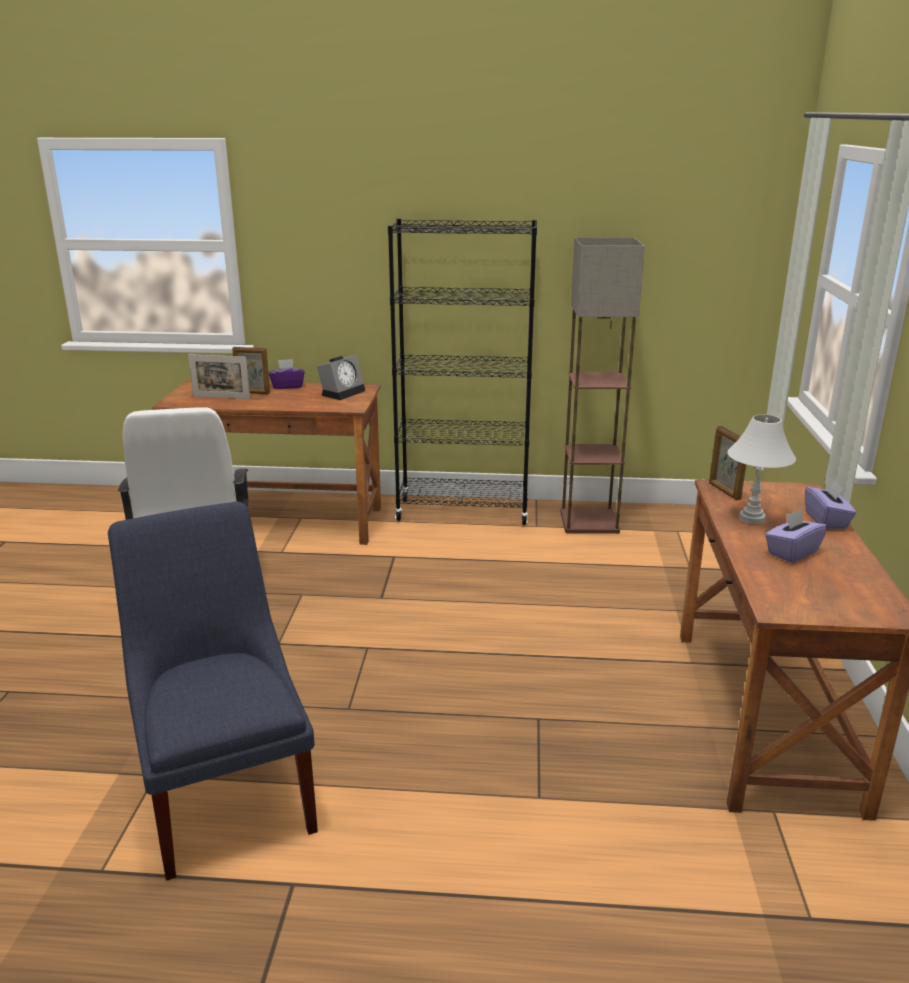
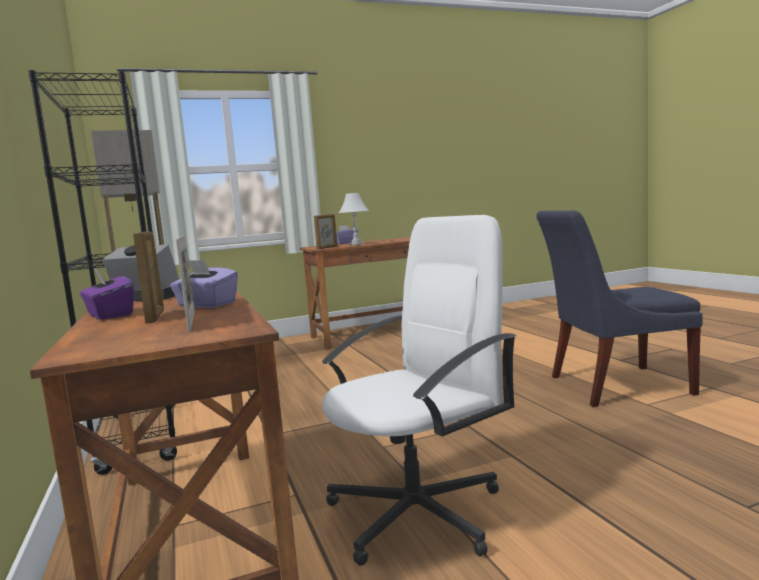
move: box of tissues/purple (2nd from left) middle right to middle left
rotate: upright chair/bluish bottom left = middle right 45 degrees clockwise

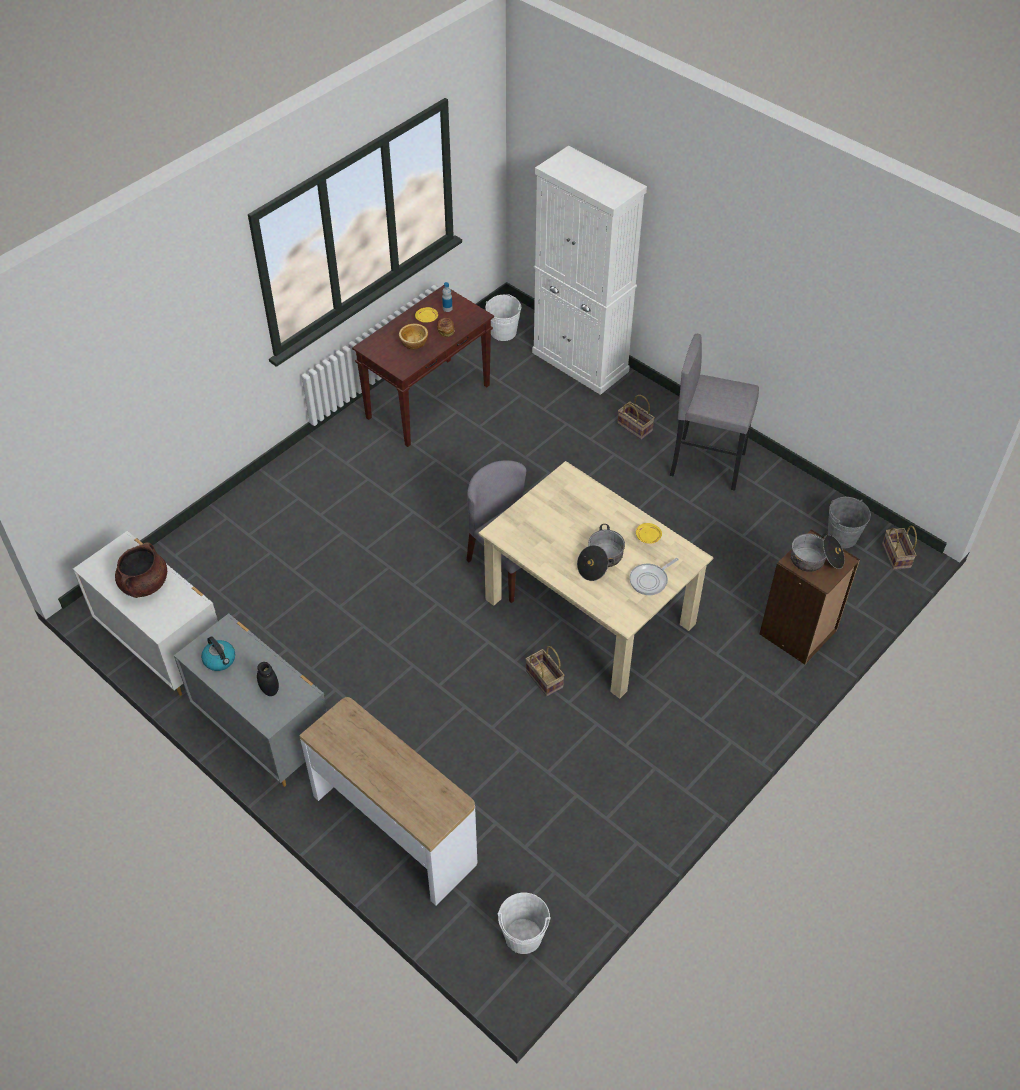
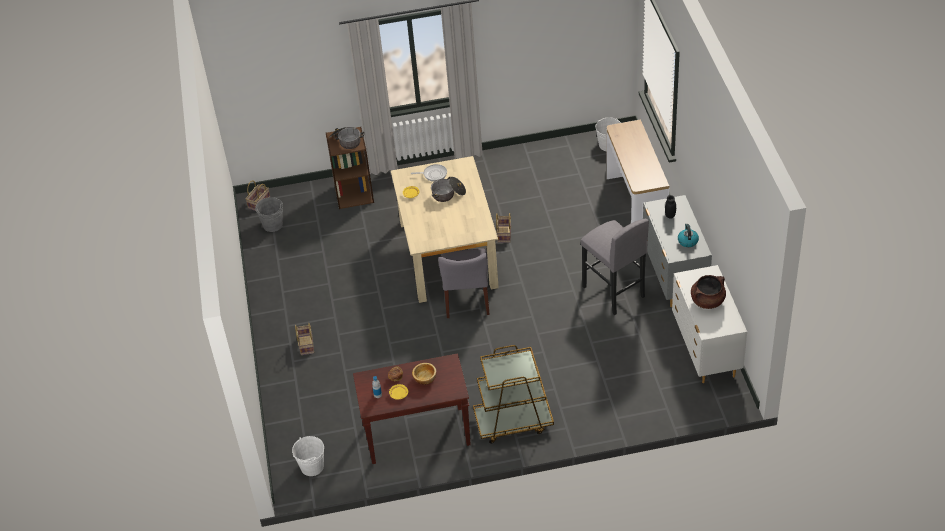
delete: cupboard/white top centre
insert: trolley/brownish bottom centre
move: sitting stool/greyish middle right to centre

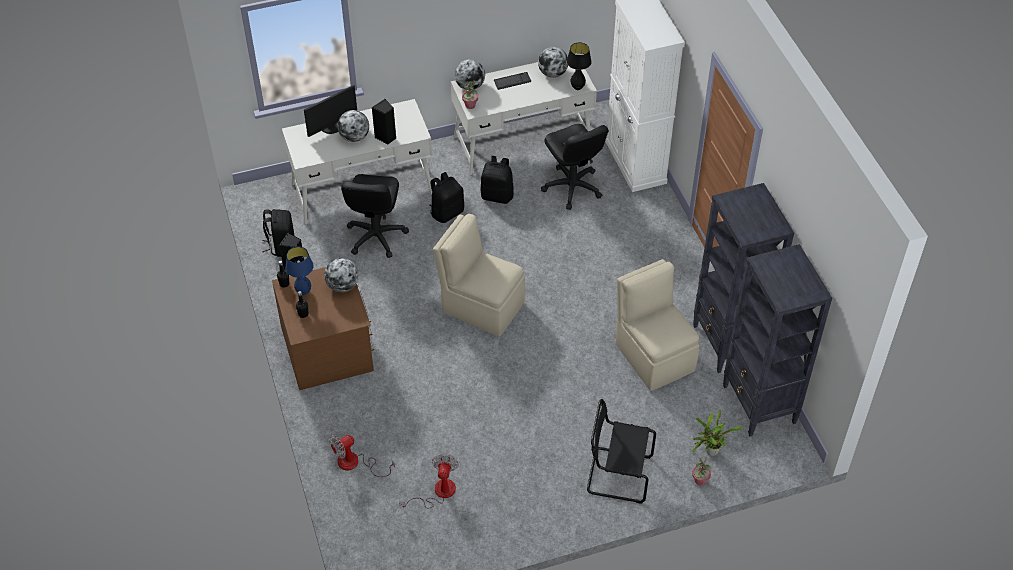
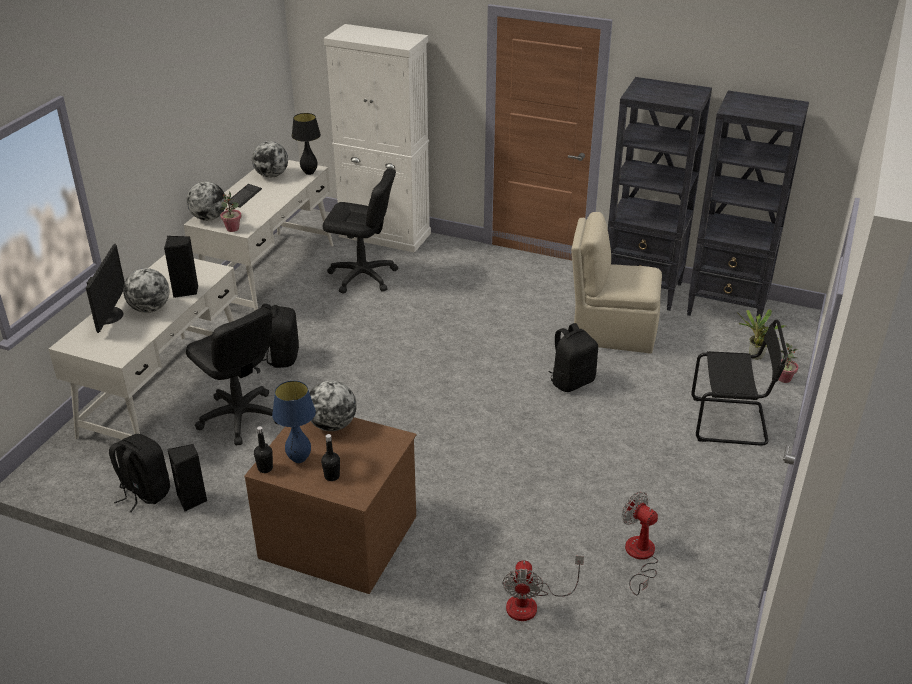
delete: upright chair/beige (1st from left) centre
move: backpack/black-coloured (3rd from left) top centre to centre
rotate: upright chair/black-coloured bottom centre = middle right 135 degrees counterclockwise

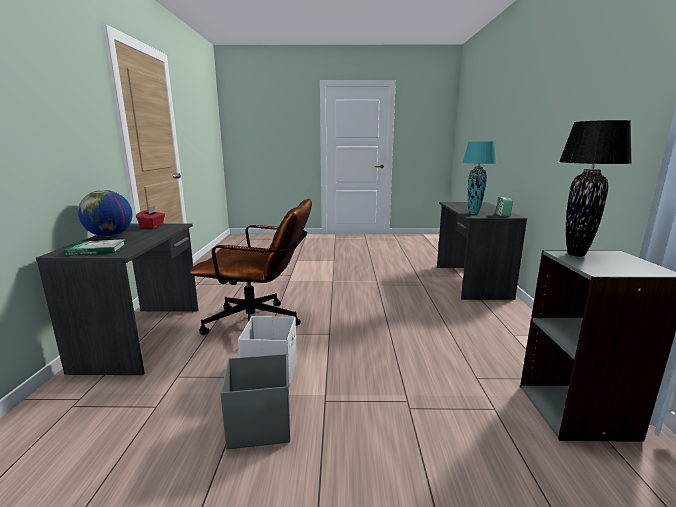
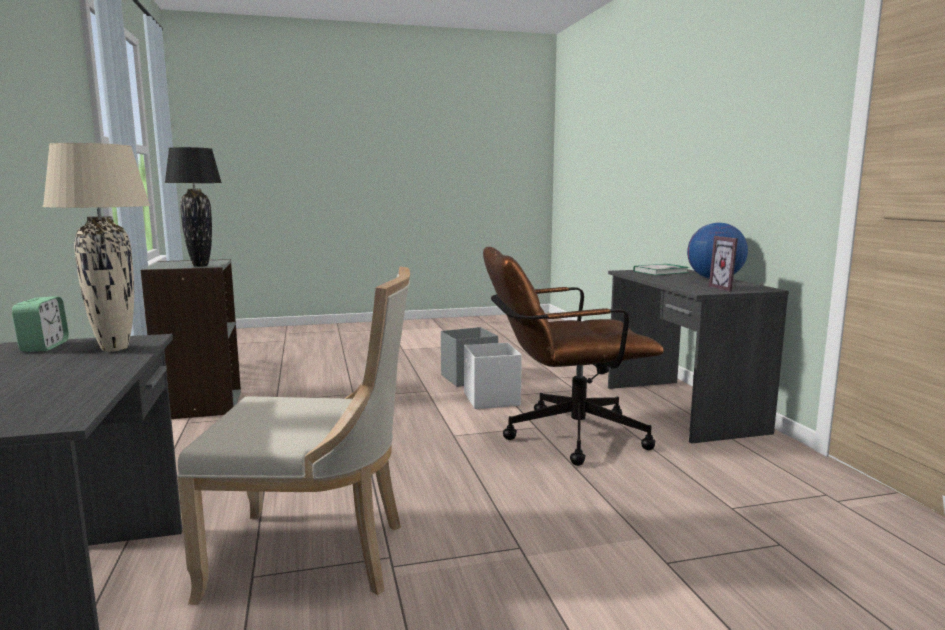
insert: upright chair/beige bottom left
replace: box of tissues/red middle left to picture frame middle right
recolor: tabletop lamp/turquoise middle right to tabletop lamp/beige middle left

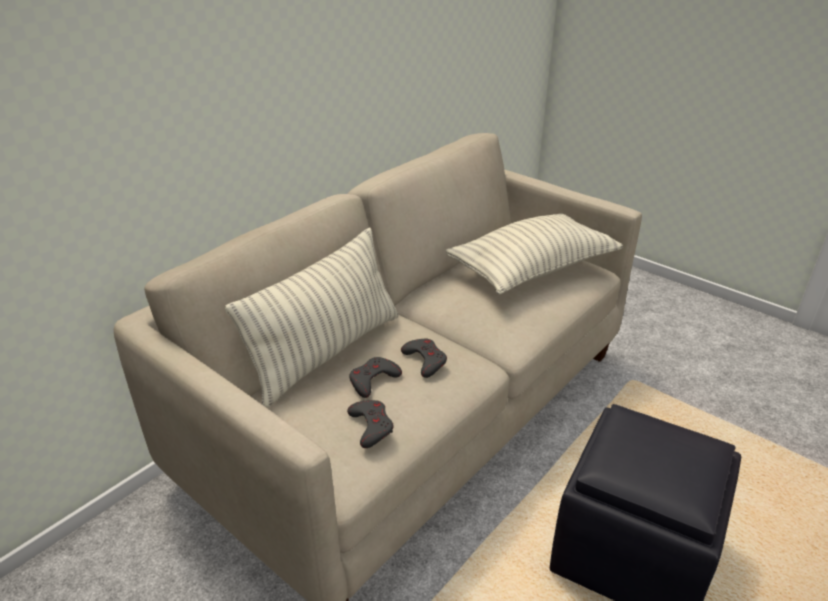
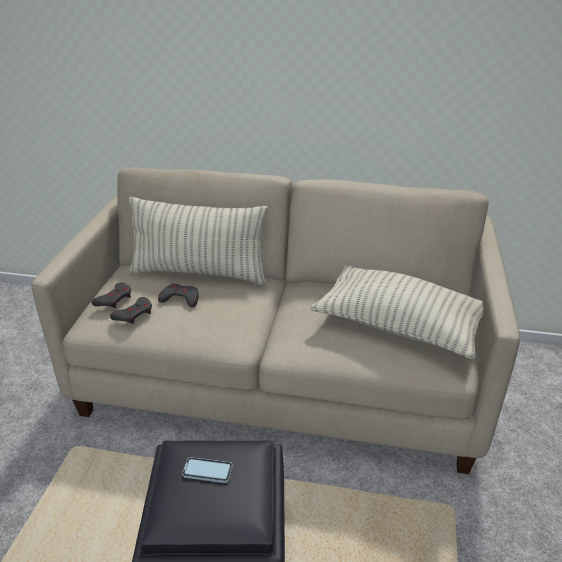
insert: handset bottom centre
move: gamepad/greyish (3rd from left in the first image) centre to gamepad/greyish (1st from left) middle left

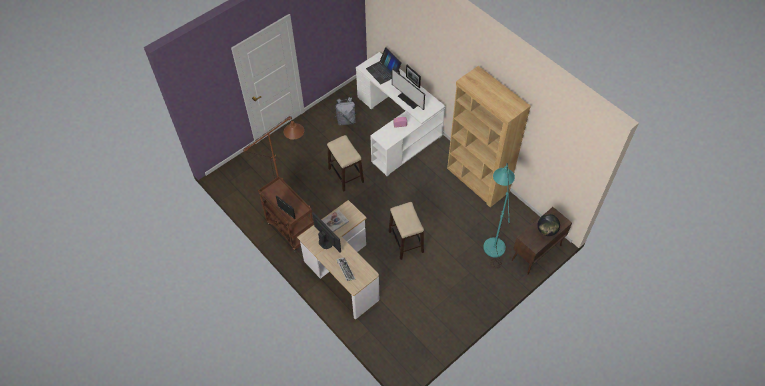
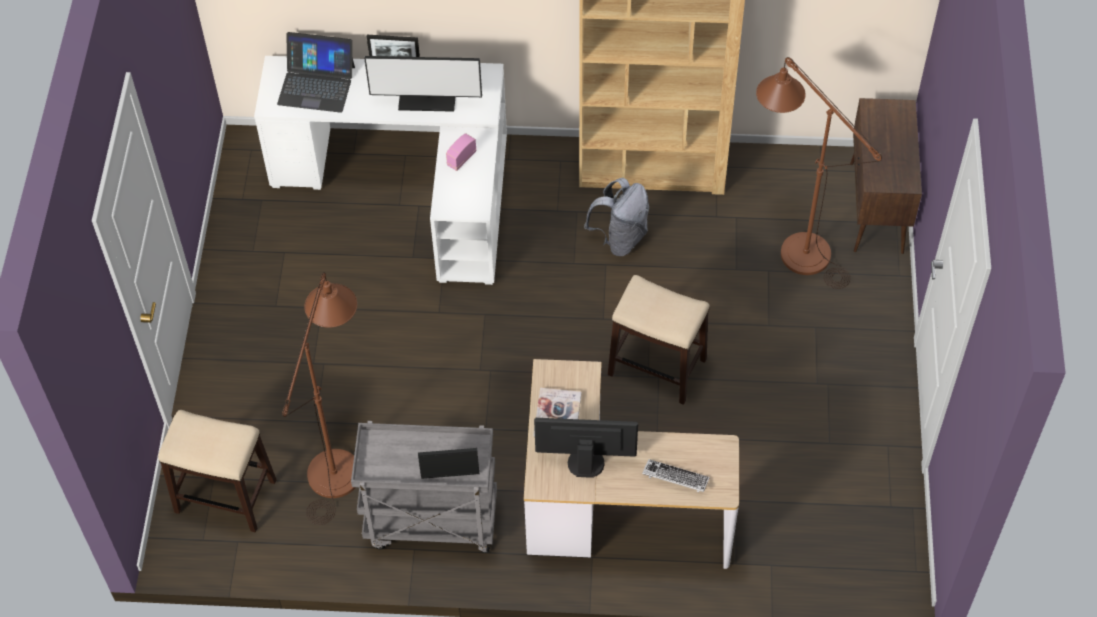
delete: desk globe middle right
move: sitting stool (1st from left) centre to bottom left; backpack/greyish top centre to centre
recolor: trolley/brownish centre to trolley/greyish bottom centre; floor lamp/turquoise centre to floor lamp/brownish (2nd from left) top right

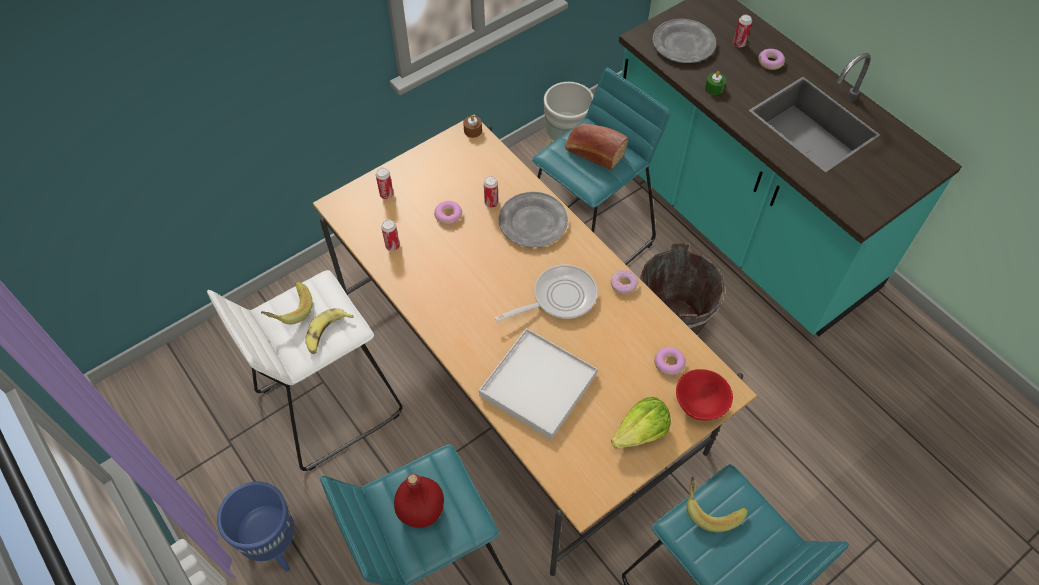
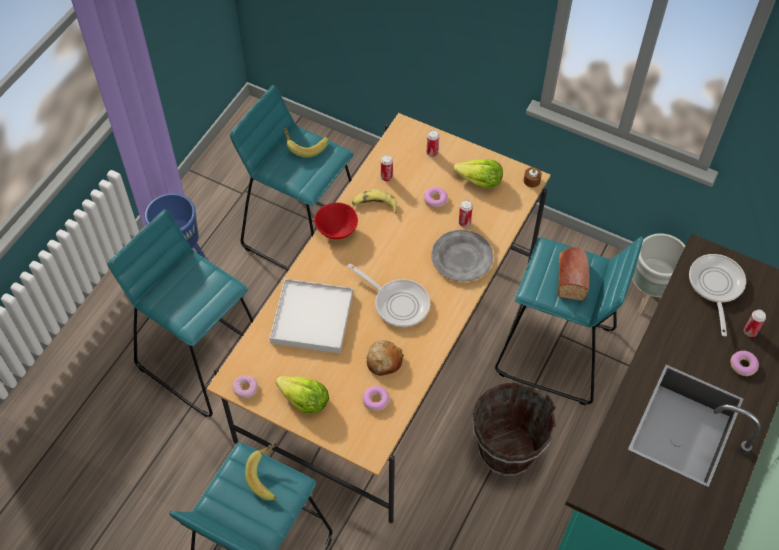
delete: bottle/red bottom centre; wax light/green-coloured top right
insert: bakery bread (1st from left) centre; lettuce head (2nd from left) top centre
move: banana fruit (2nd from left in the first image) middle left to banana fruit (3rd from left) centre; doughnut (2nd from left in the first image) centre to doughnut (1st from left) bottom left; deep dish/red bottom right to centre
replace: flat dish/greyish (2nd from left) top centre to pan (2nd from left) middle right
recolor: sitting stool/white middle left to sitting stool/turquoise (3rd from left) top centre

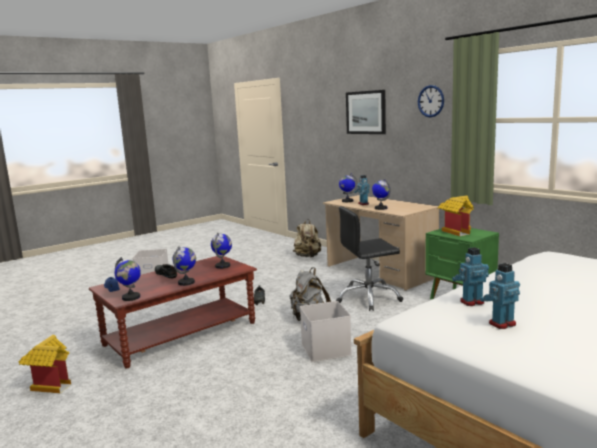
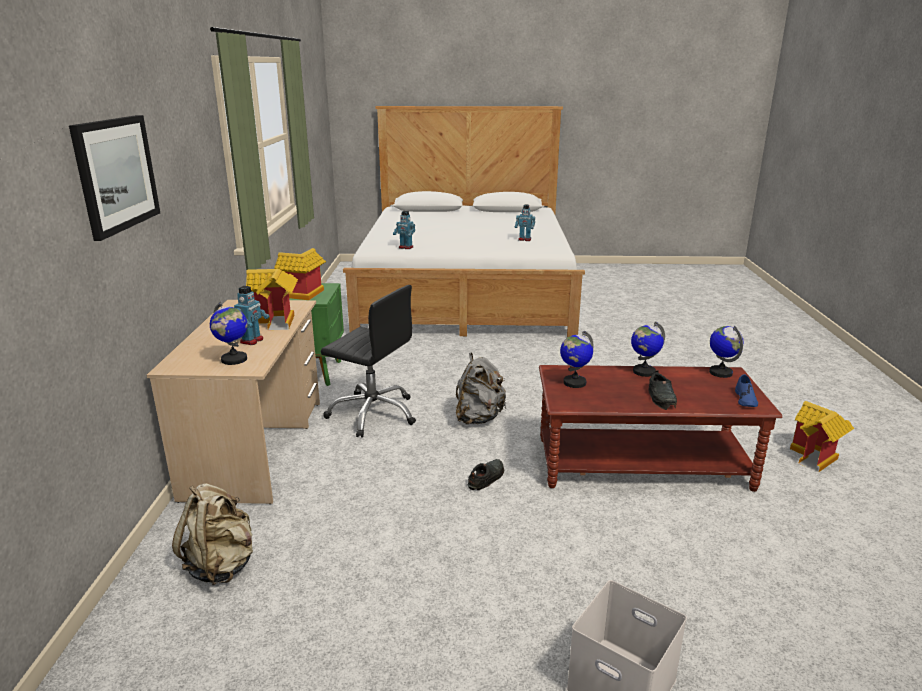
delete: storage box/white (2nd from left) bottom centre; wall clock top right
move: toy robot (2nd from left) middle right to top centre
replace: desk globe (5th from left) centre to model house (1st from left) middle left

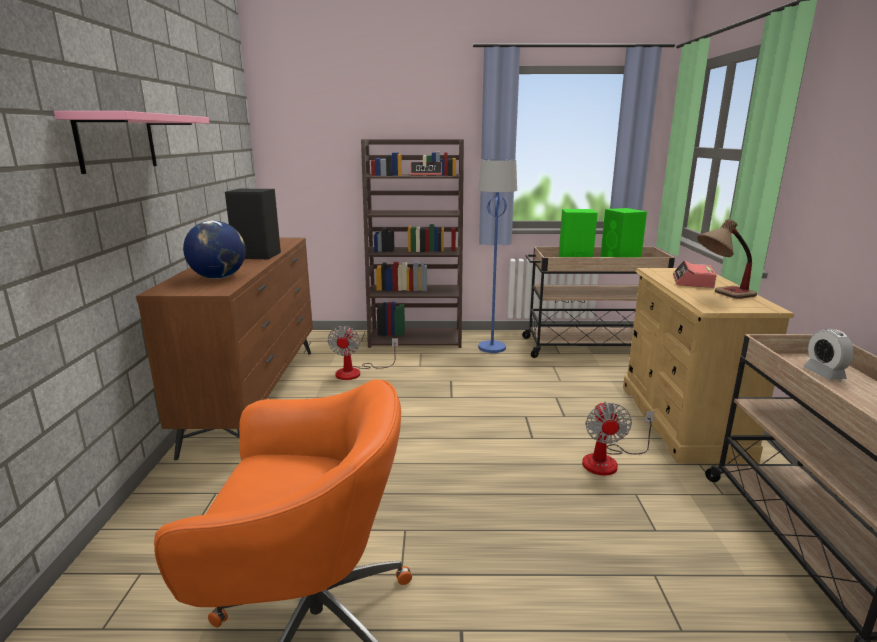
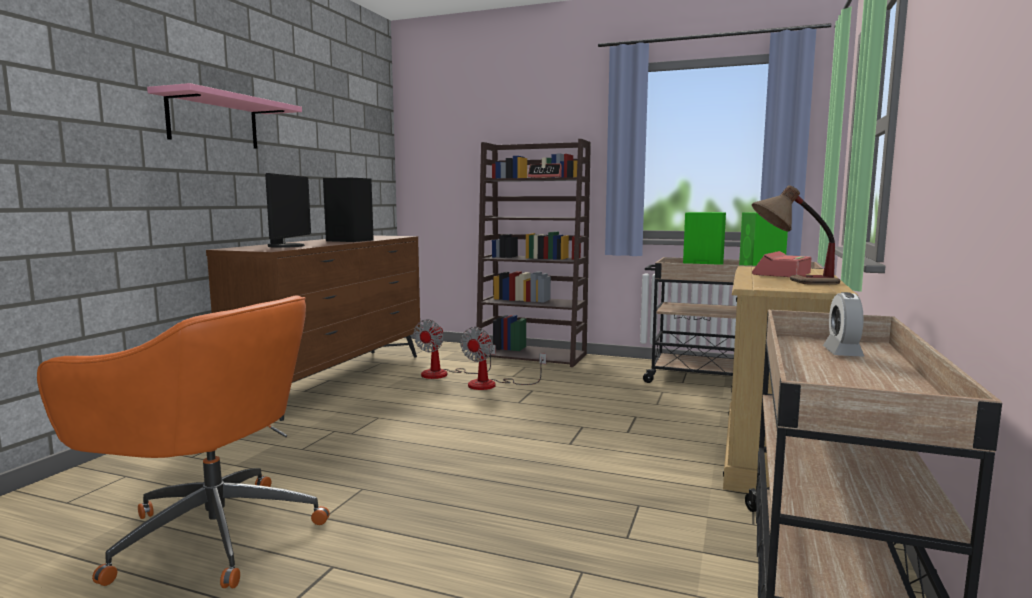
delete: floor lamp/bluish centre
move: cooling fan (2nd from left) bottom right to centre
replace: desk globe middle left to computer display middle left

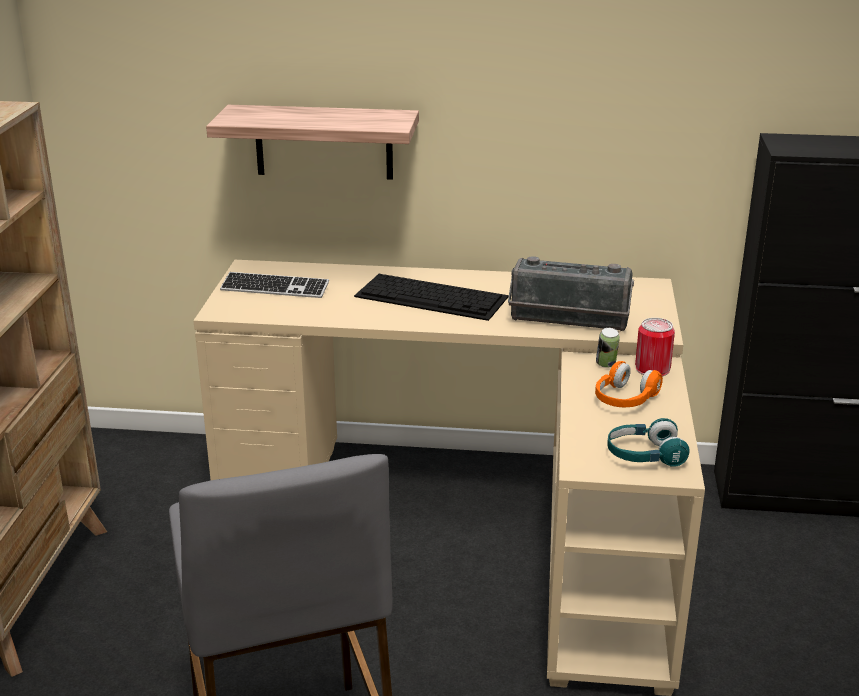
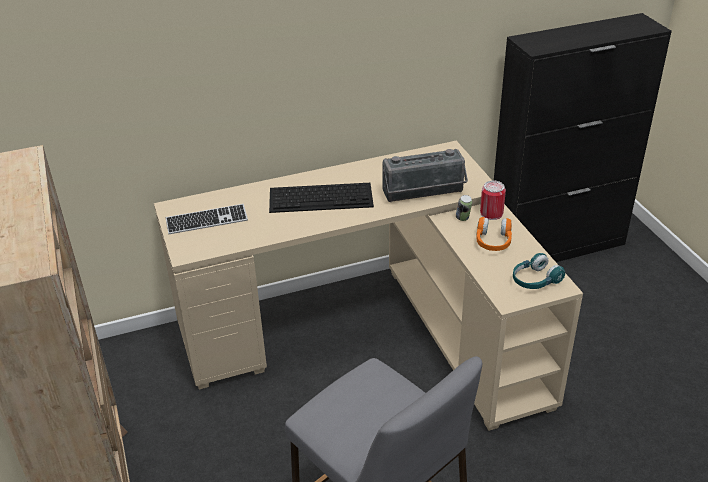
delete: wall shelf top centre

